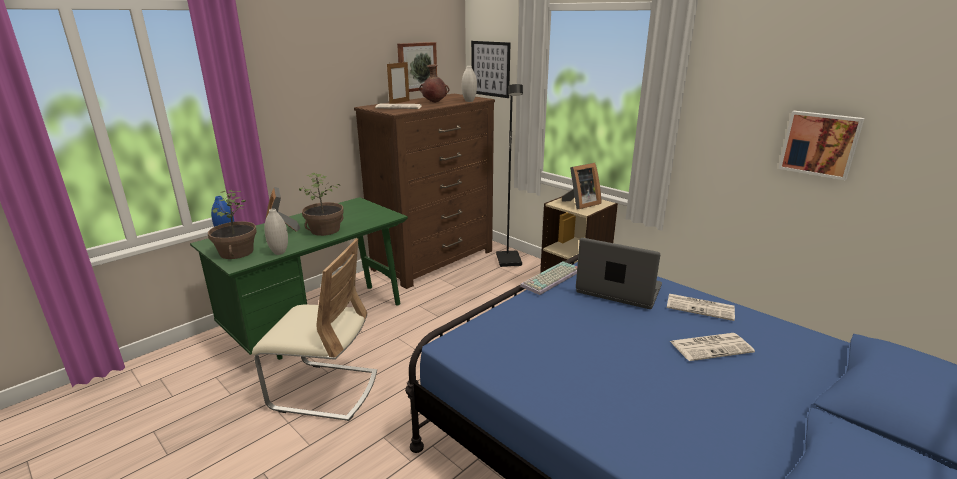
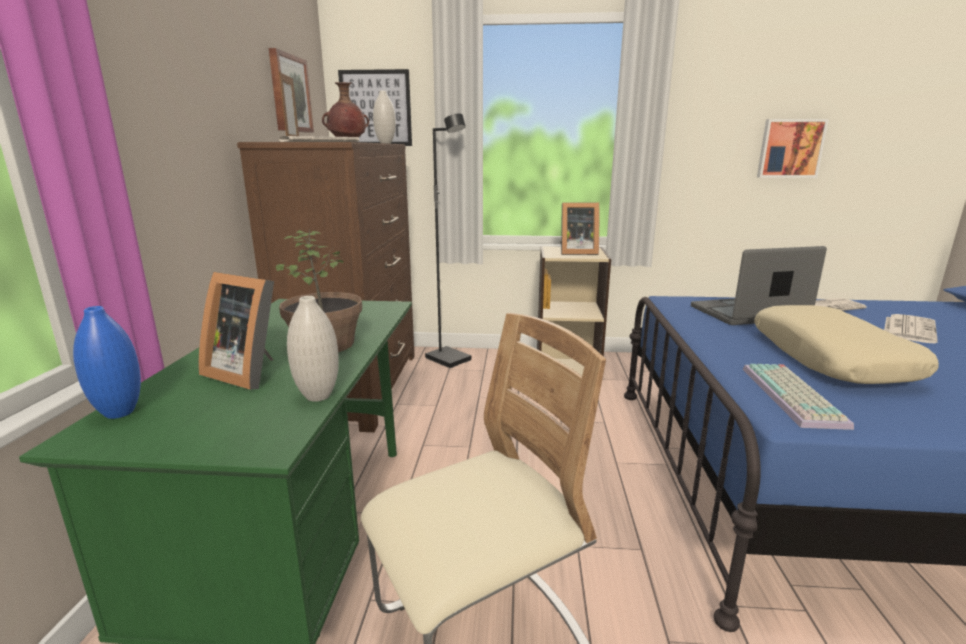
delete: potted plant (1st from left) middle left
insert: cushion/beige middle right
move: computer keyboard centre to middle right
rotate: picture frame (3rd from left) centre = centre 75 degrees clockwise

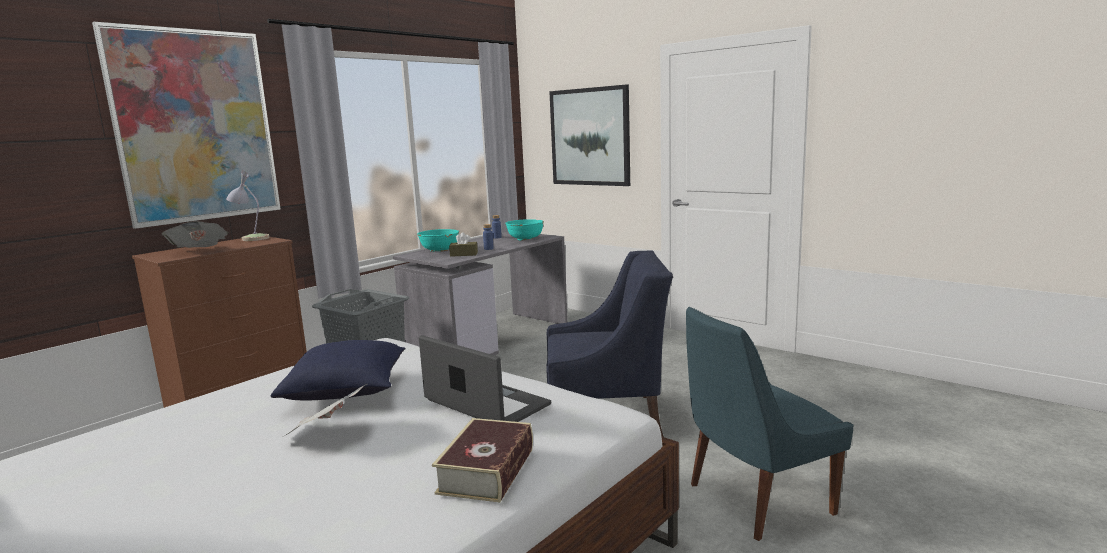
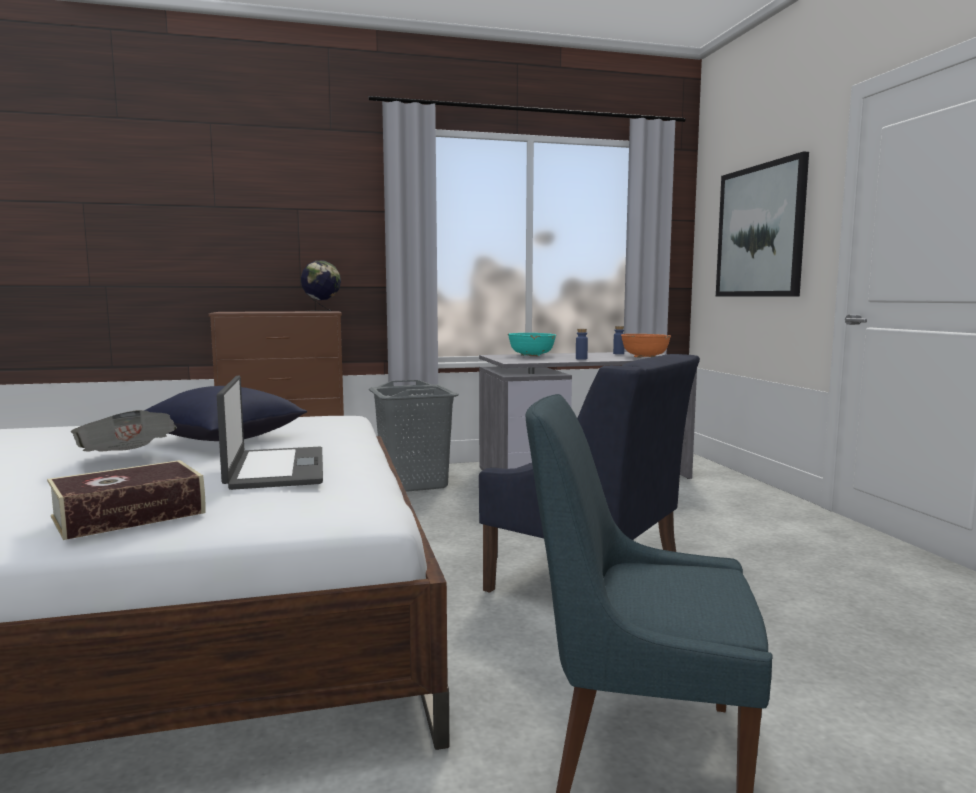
delete: wall art (1st from left) top left; printed paper (1st from left) middle left; box of tissues/brownish centre
replace: tabletop lamp middle left to desk globe middle left
recolor: deep dish/turquoise (2nd from left) centre to deep dish/orange centre

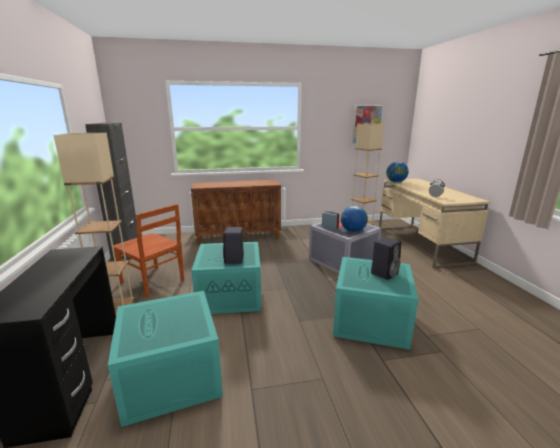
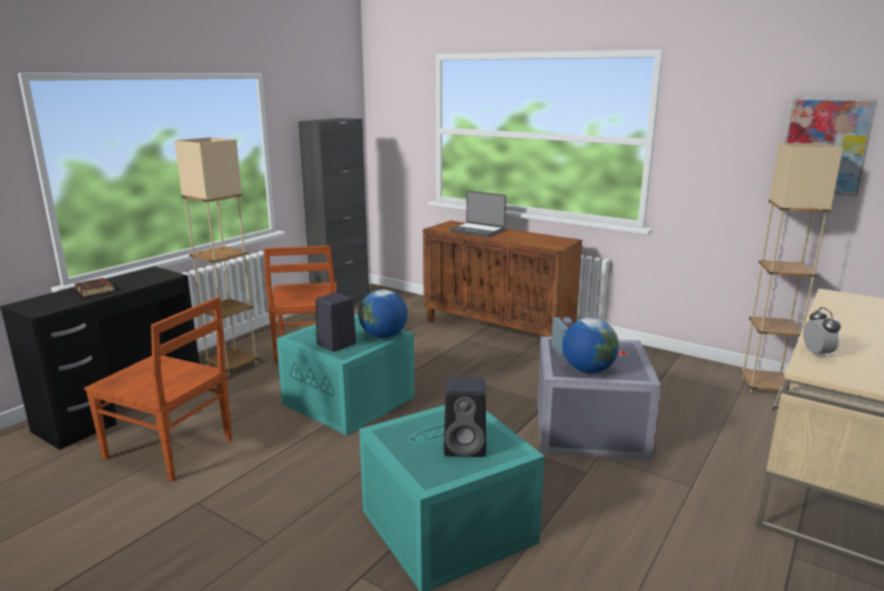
insert: bound book/brownish middle left; notebook computer centre
move: desk globe (2nd from left in the first image) middle right to desk globe (1st from left) centre
replace: storage box/turquoise (1st from left) bottom left to upright chair/brownish (1st from left) middle left

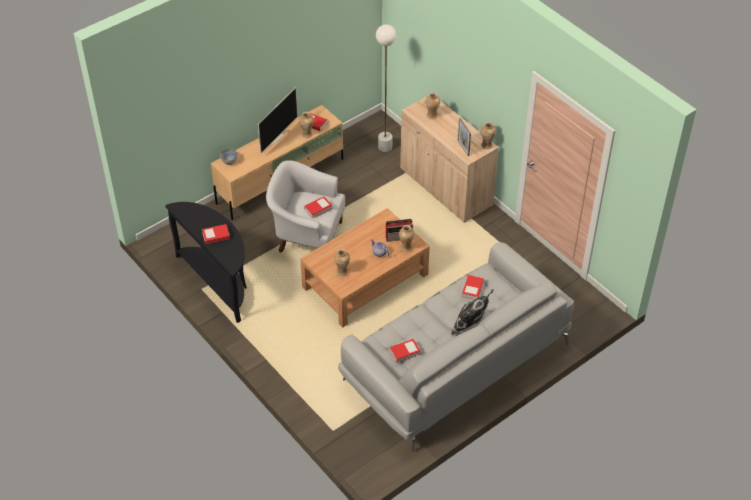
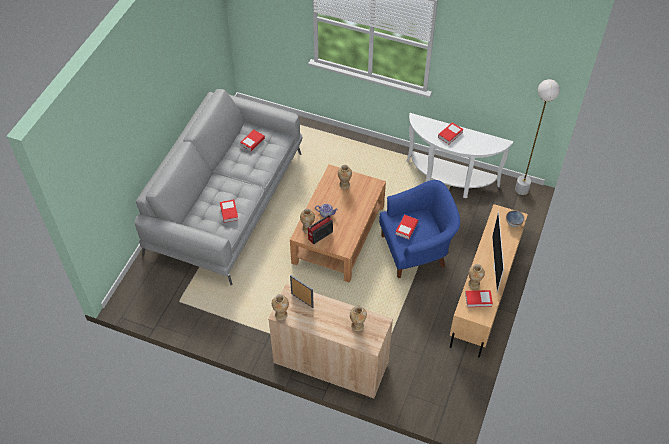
delete: cushion centre
move: floor lamp/white top centre to top right
recolor: narrow table/black-coloured middle left to narrow table/white middle right; lounge chair/white centre to lounge chair/bluish centre

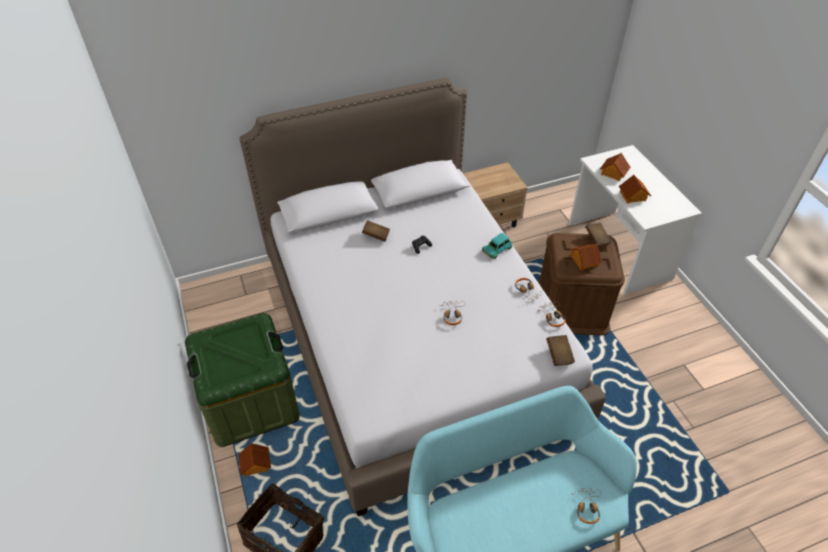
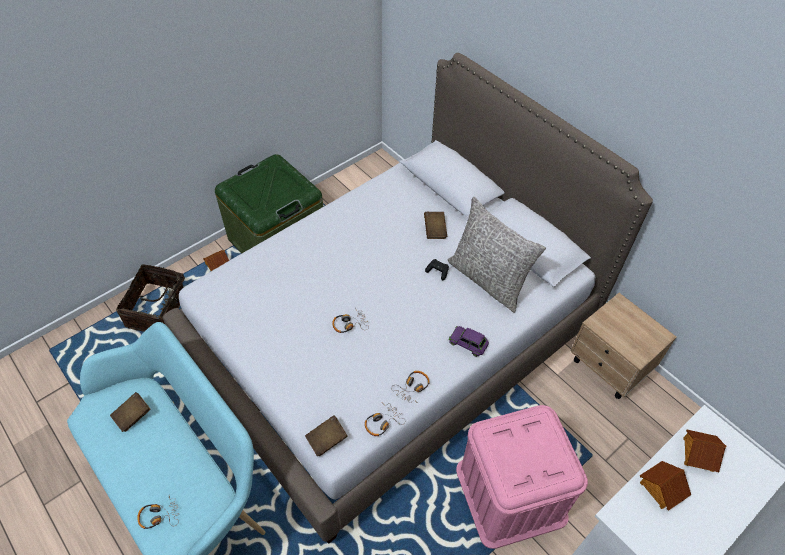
delete: model house (2nd from left) middle right
insert: cushion/greyish centre
move: bound book/brownish (3rd from left in the first image) middle right to bound book/brownish (1st from left) bottom left
recolor: miniature car/turquoise centre to miniature car/purple centre; storage box/brownish middle right to storage box/pink bottom centre

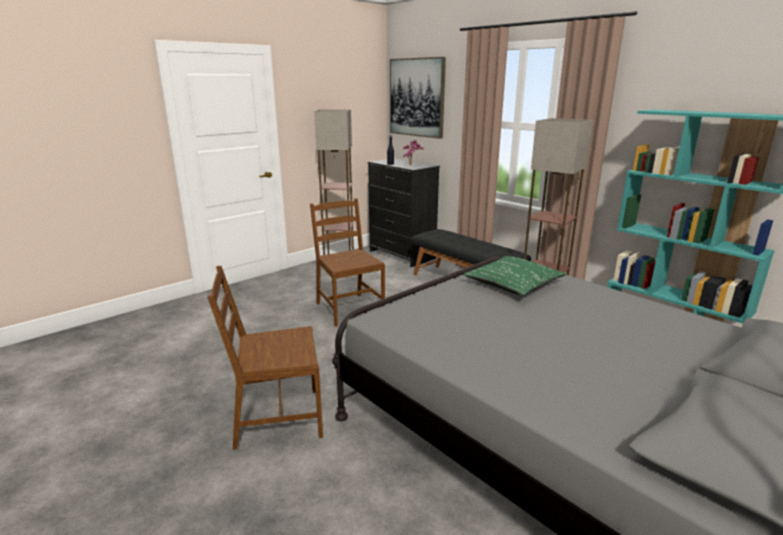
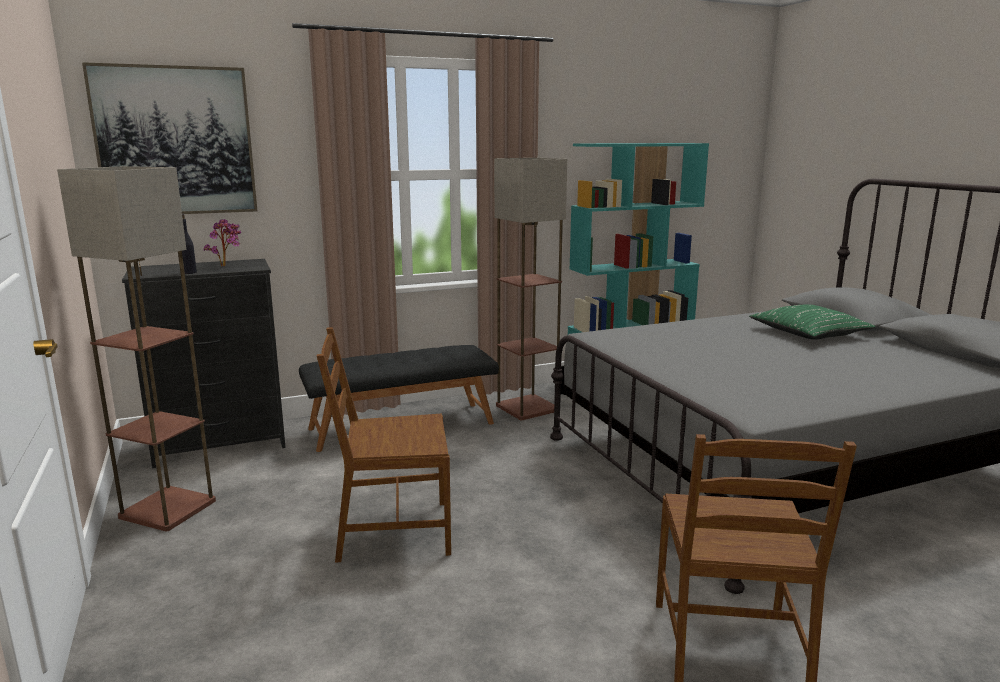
move: cushion/green-coloured centre to middle right

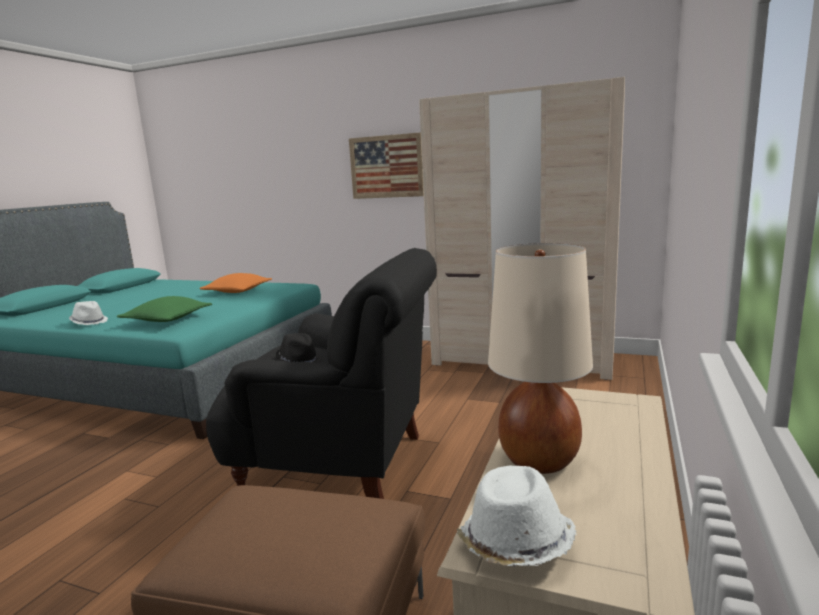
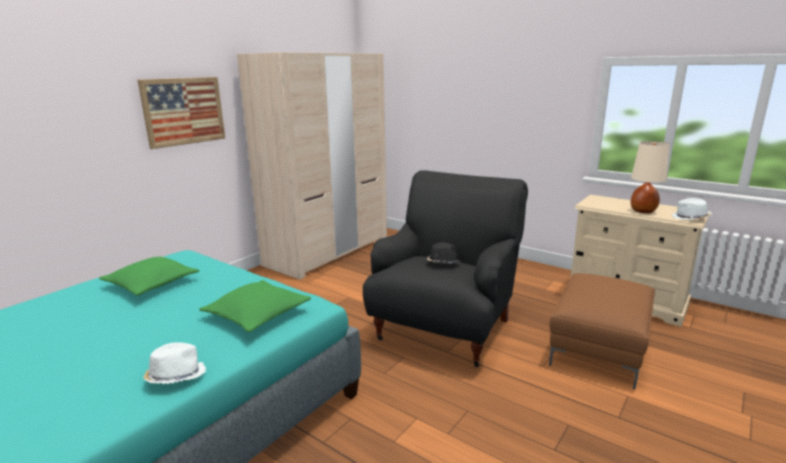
recolor: cushion/orange middle left to cushion/green-coloured (1st from left) middle left

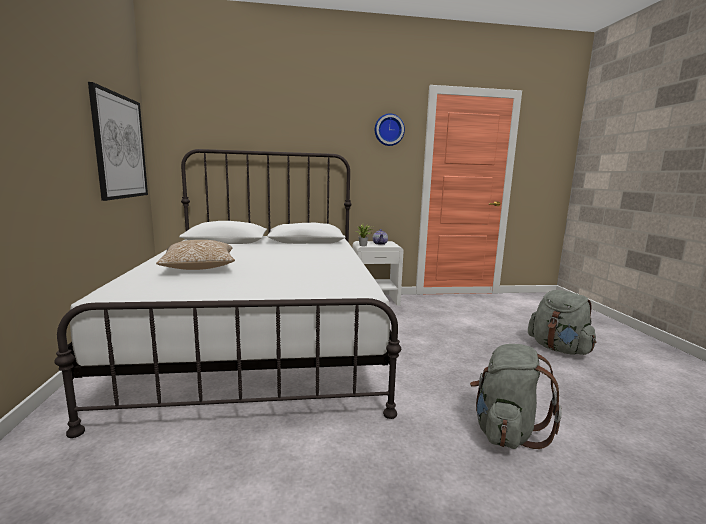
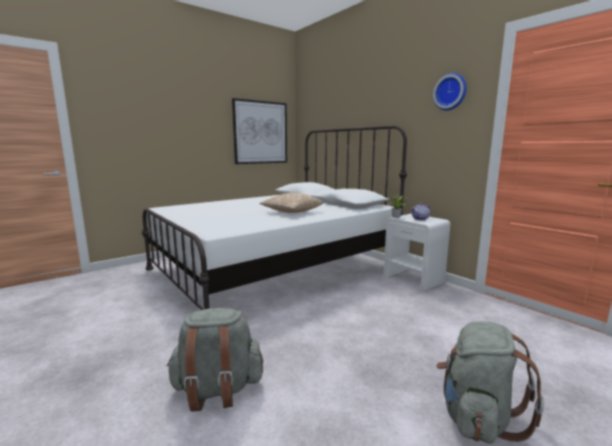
move: cushion middle left to centre

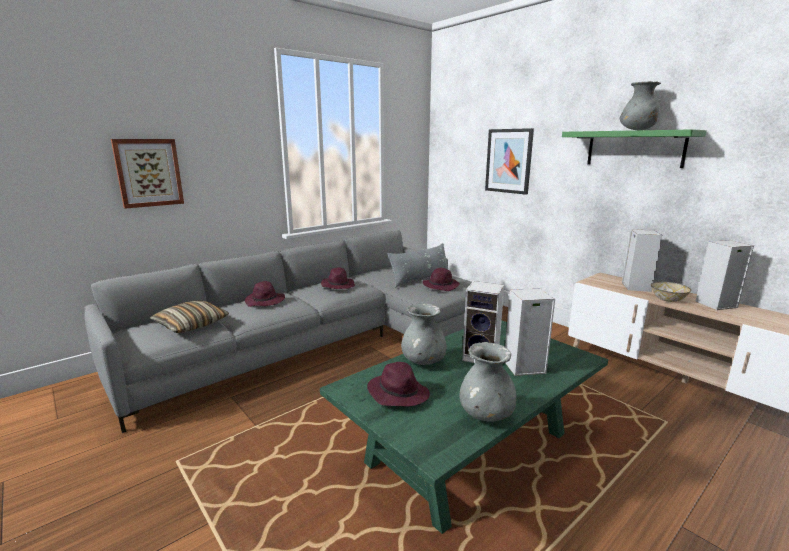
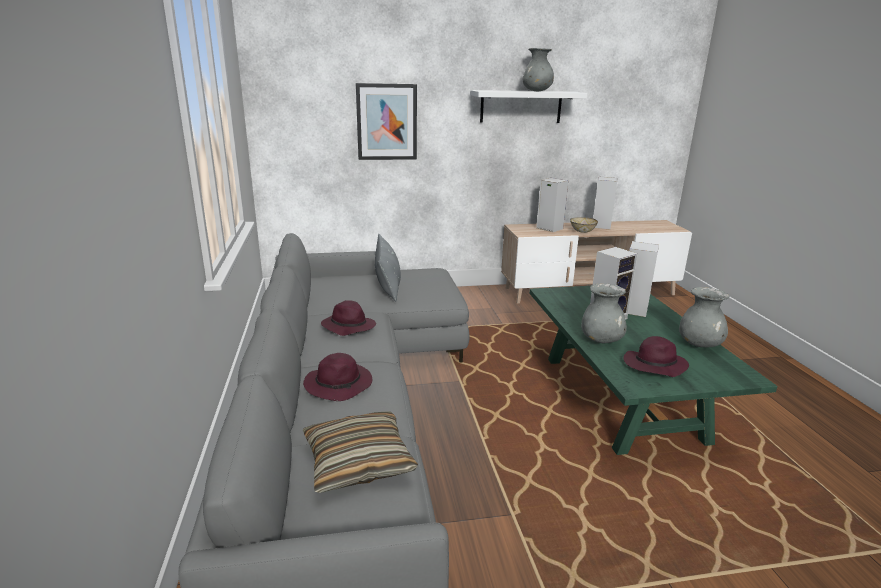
delete: wall art (1st from left) top left; wearable hat/purple (4th from left) centre
recolor: wall shelf/green-coloured top right to wall shelf/white top centre

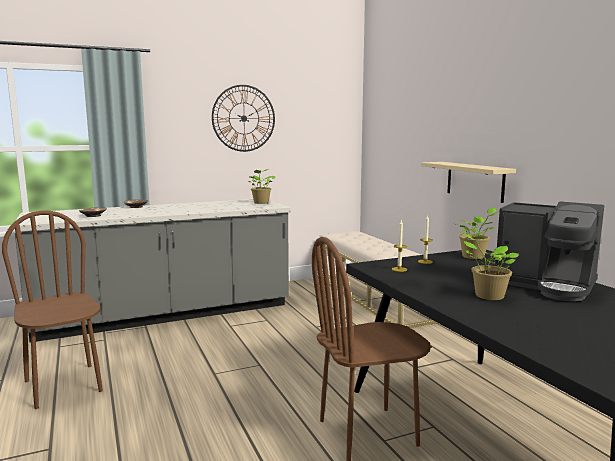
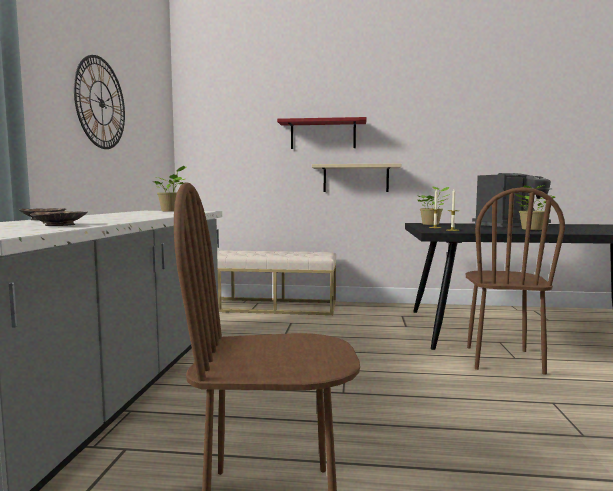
insert: wall shelf/red top centre

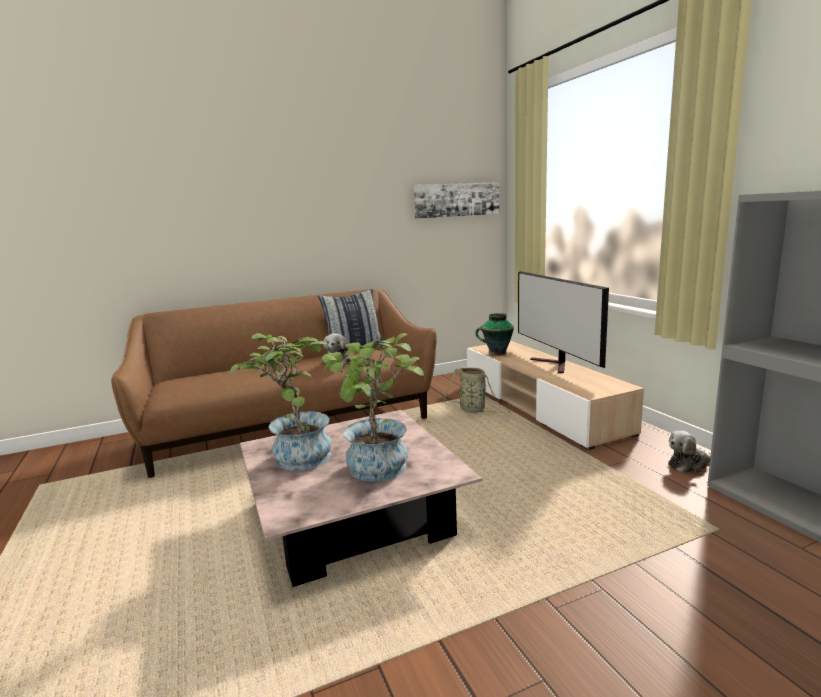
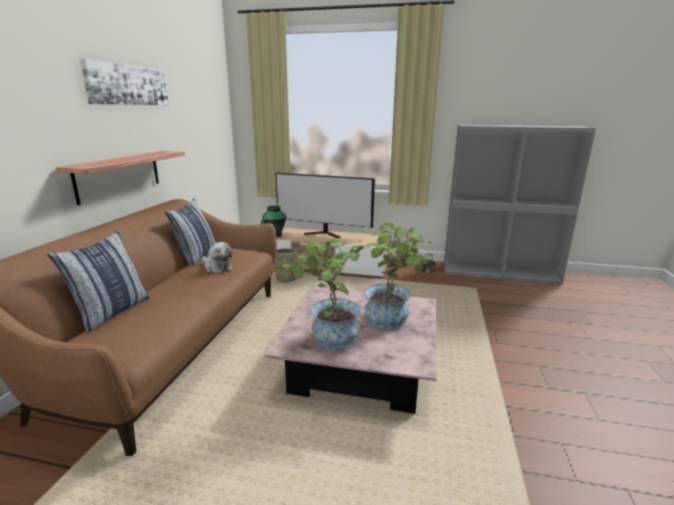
insert: cushion (1st from left) middle left; wall shelf middle left
move: wall art top centre to top left

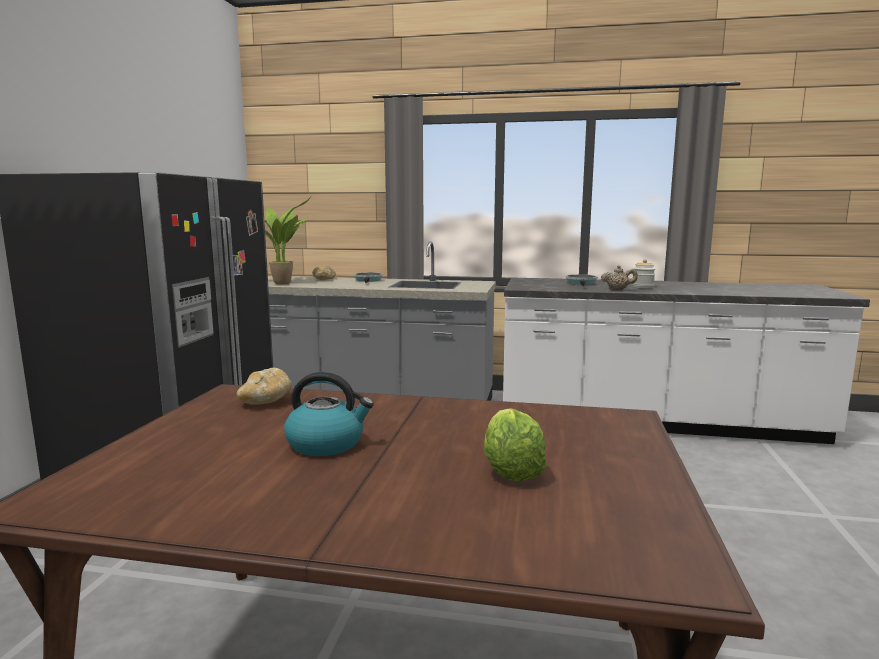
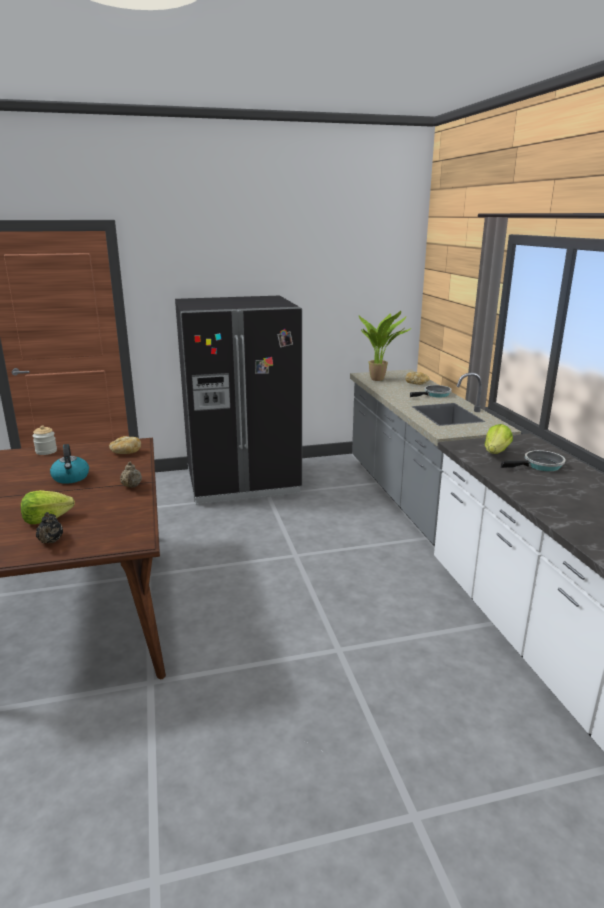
insert: teapot/black-coloured middle left; lettuce head (2nd from left) middle right
move: teapot/beige middle right to middle left; preserve jar middle right to middle left

